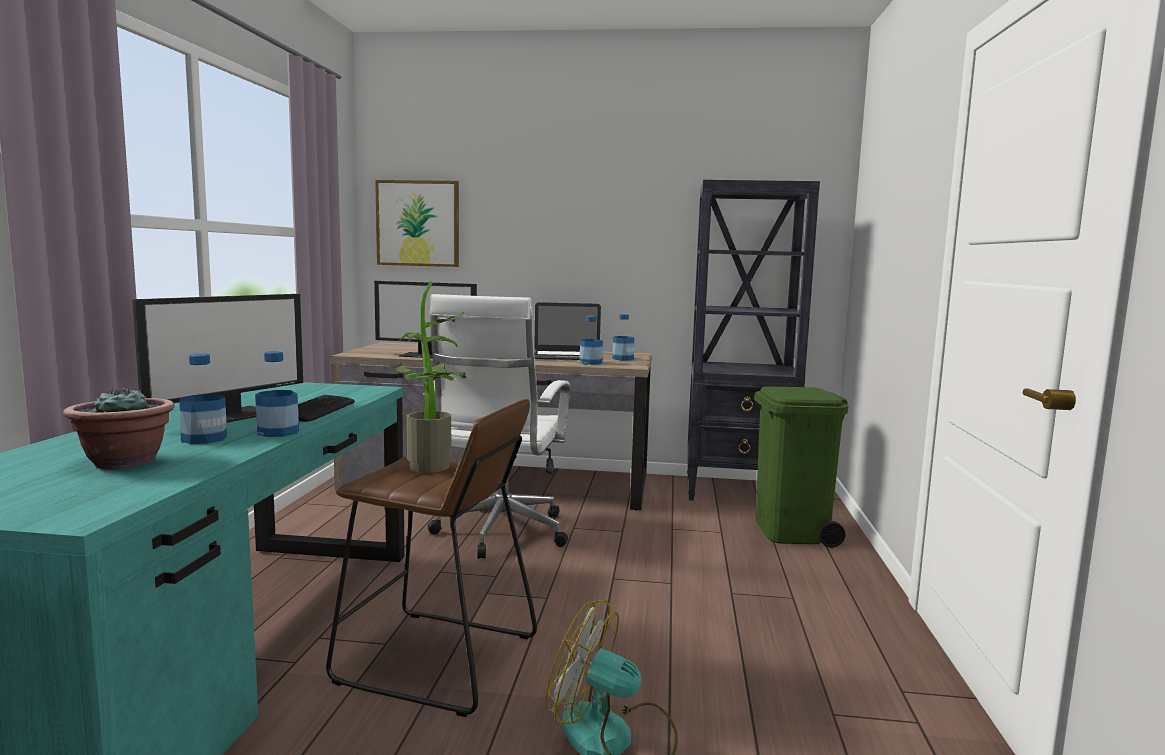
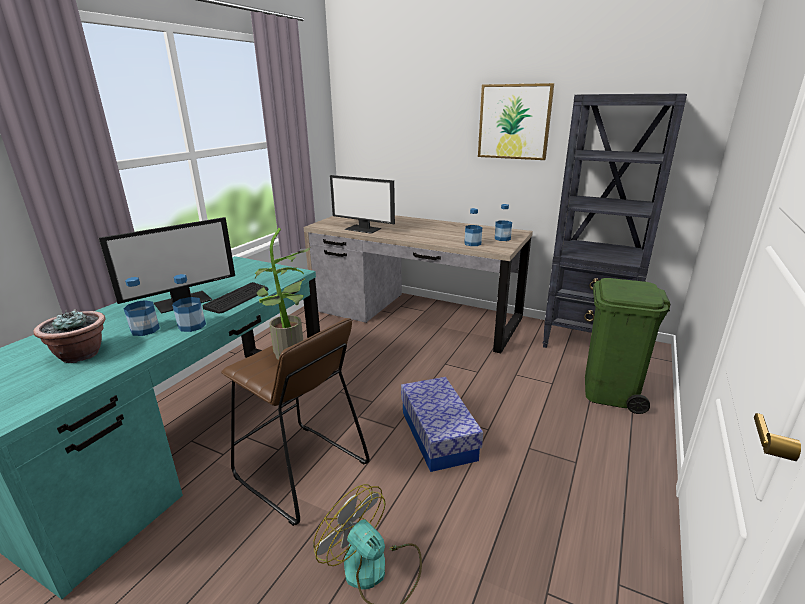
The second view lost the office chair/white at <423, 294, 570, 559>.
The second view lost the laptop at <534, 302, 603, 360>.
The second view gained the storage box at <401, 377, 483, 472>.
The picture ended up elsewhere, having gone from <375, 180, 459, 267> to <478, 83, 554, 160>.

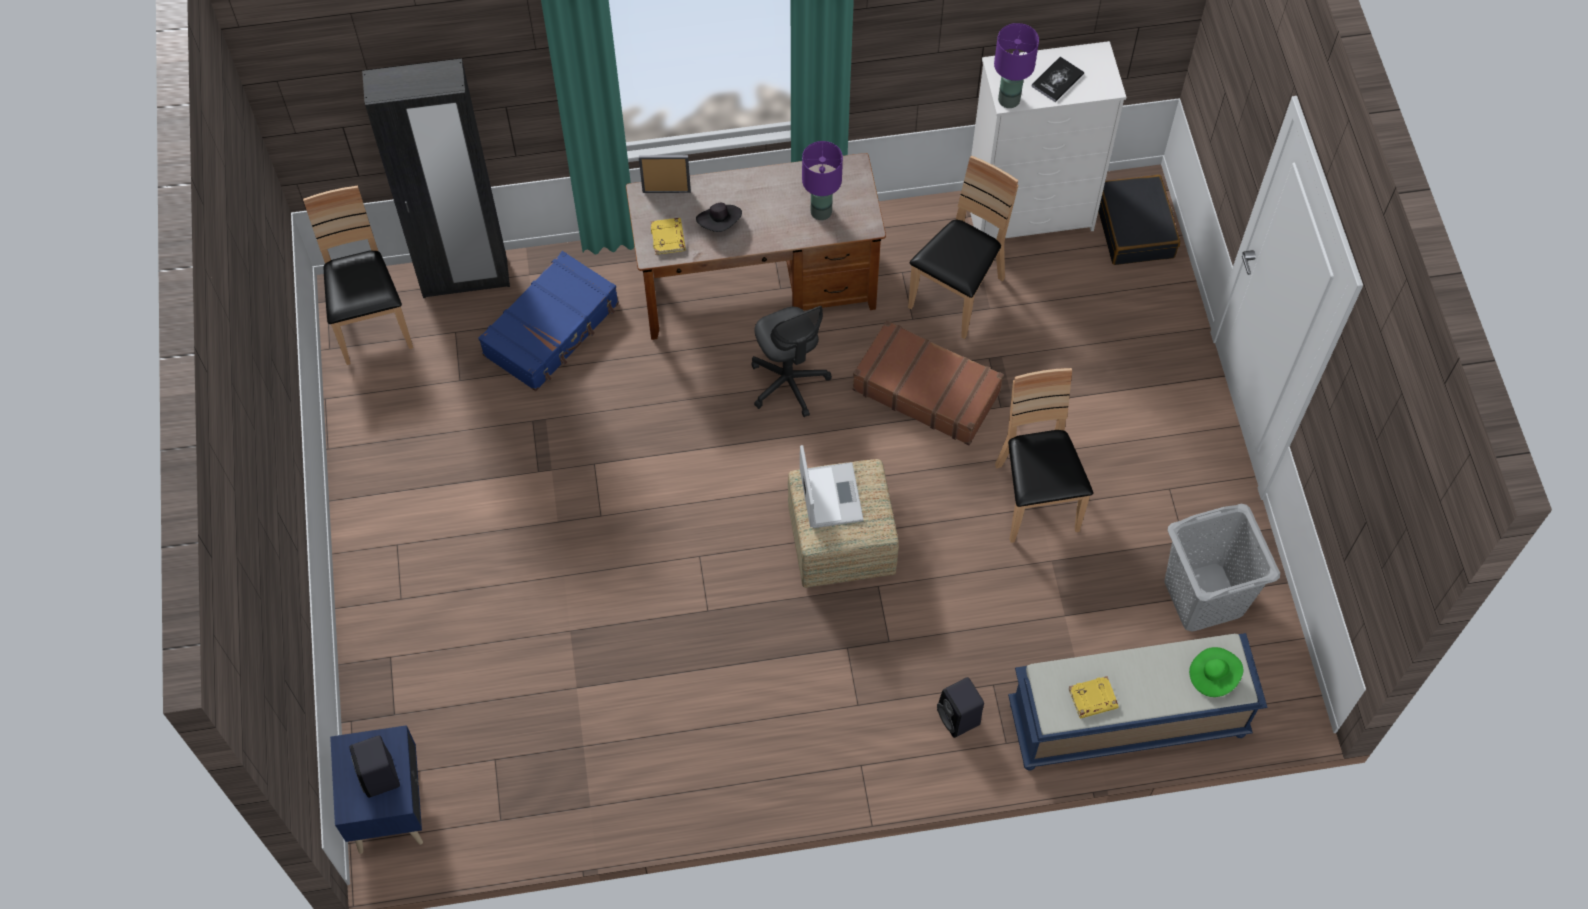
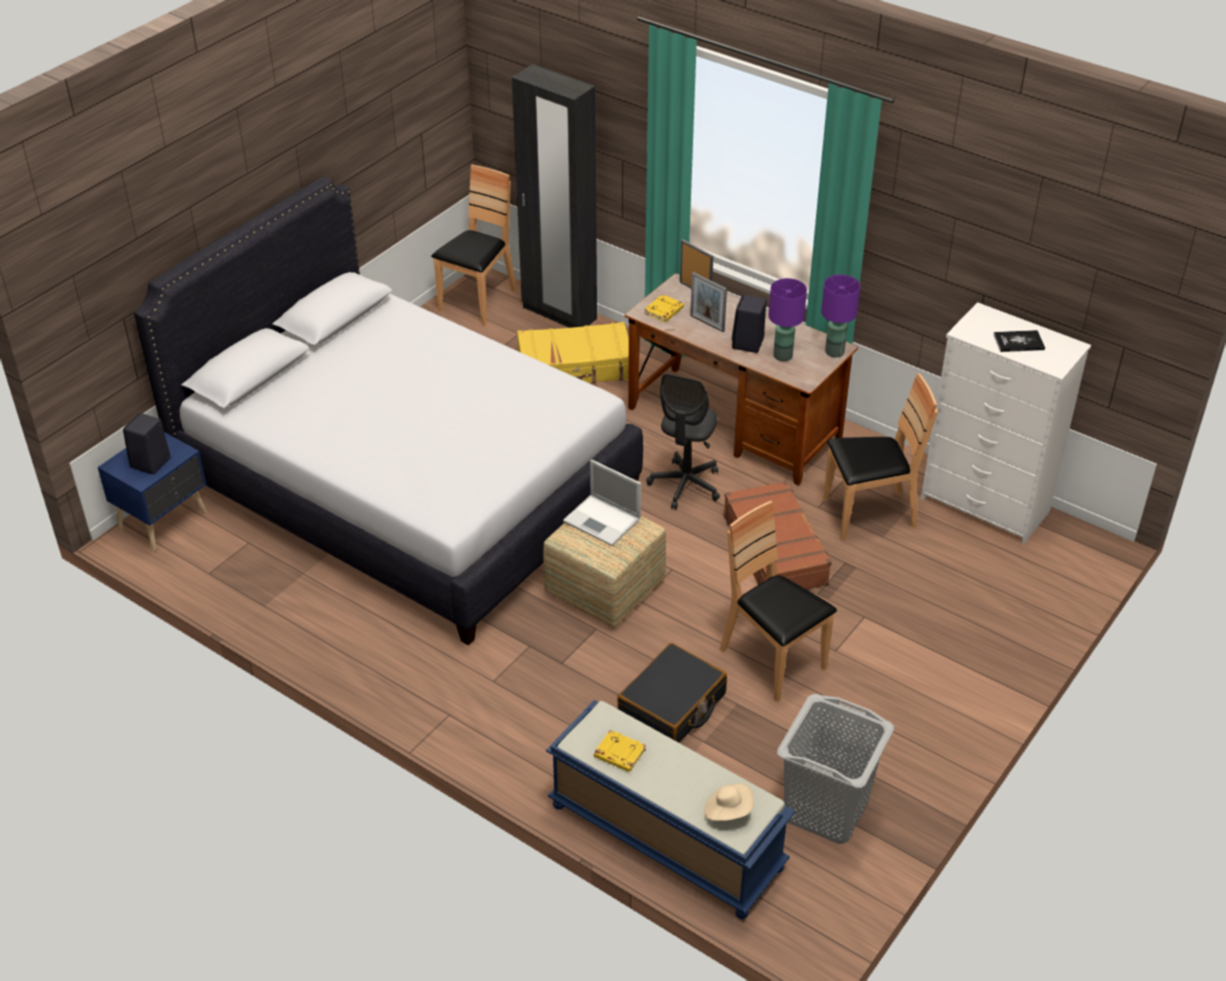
The second view gained the bed/white at <134, 177, 643, 646>.
The speaker/black ended up elsewhere, having gone from <937, 677, 984, 738> to <732, 295, 767, 353>.
The table lamp/purple ended up elsewhere, having gone from <994, 23, 1039, 108> to <821, 275, 860, 357>.
The suitcase/black ended up elsewhere, having gone from <1098, 175, 1180, 265> to <617, 643, 727, 743>.
Where the hat/black stood at <696, 202, 742, 232>, the picture frame came to stand at <690, 272, 727, 332>.
What was the suitcase/blue at <478, 251, 619, 391> turned into the suitcase/yellow at <517, 322, 629, 383>.
What was the hat/green at <1189, 647, 1243, 697> turned into the hat/beige at <704, 783, 754, 821>.
The laptop at <800, 445, 864, 528> ended up facing another way, 90 degrees clockwise from before.
The chair/brown at <995, 368, 1093, 543> ended up facing another way, 75 degrees counterclockwise from before.

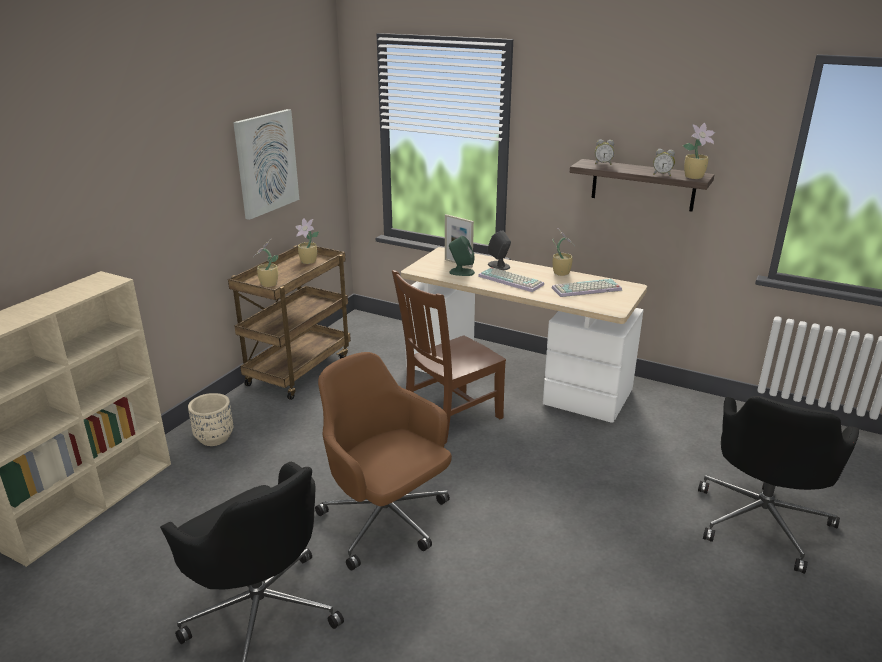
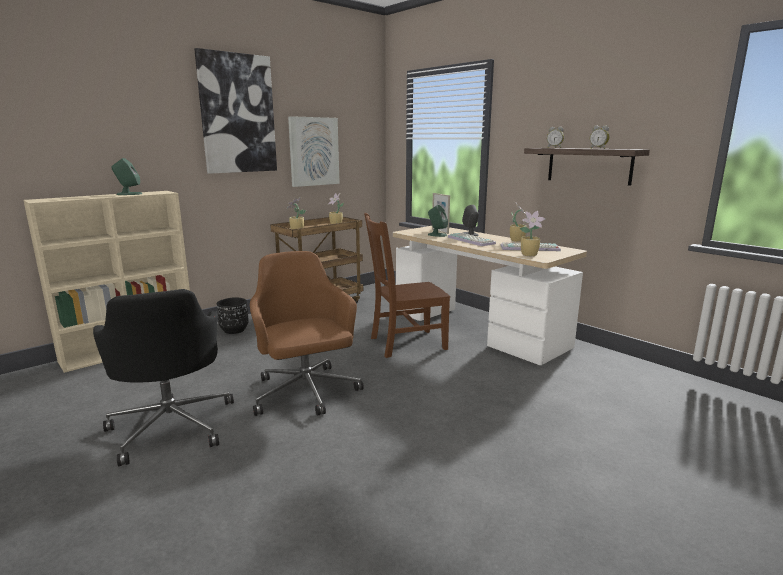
The second view lost the office chair/black at <698, 396, 859, 574>.
The second view gained the speaker/green at <111, 158, 142, 195>.
The second view gained the picture at <194, 48, 277, 174>.
The potted plant ended up elsewhere, having gone from <683, 123, 715, 179> to <519, 211, 545, 256>.
What was the planter/beige at <188, 393, 233, 446> turned into the planter/black at <217, 297, 249, 334>.

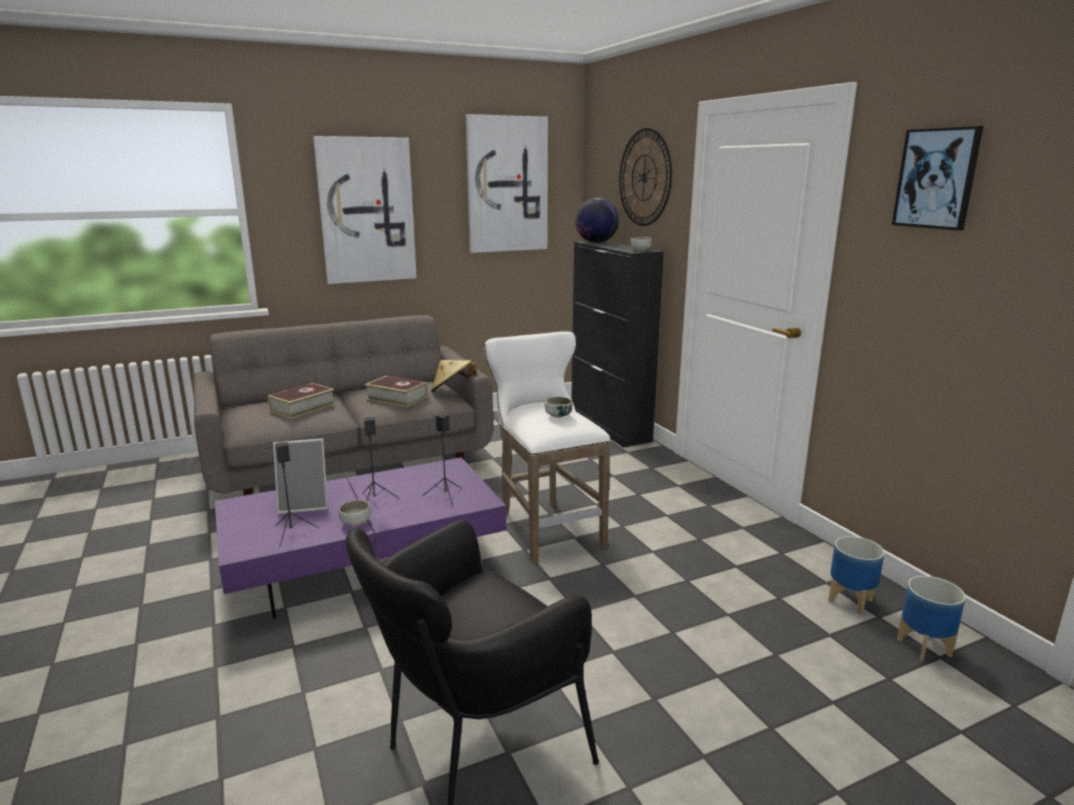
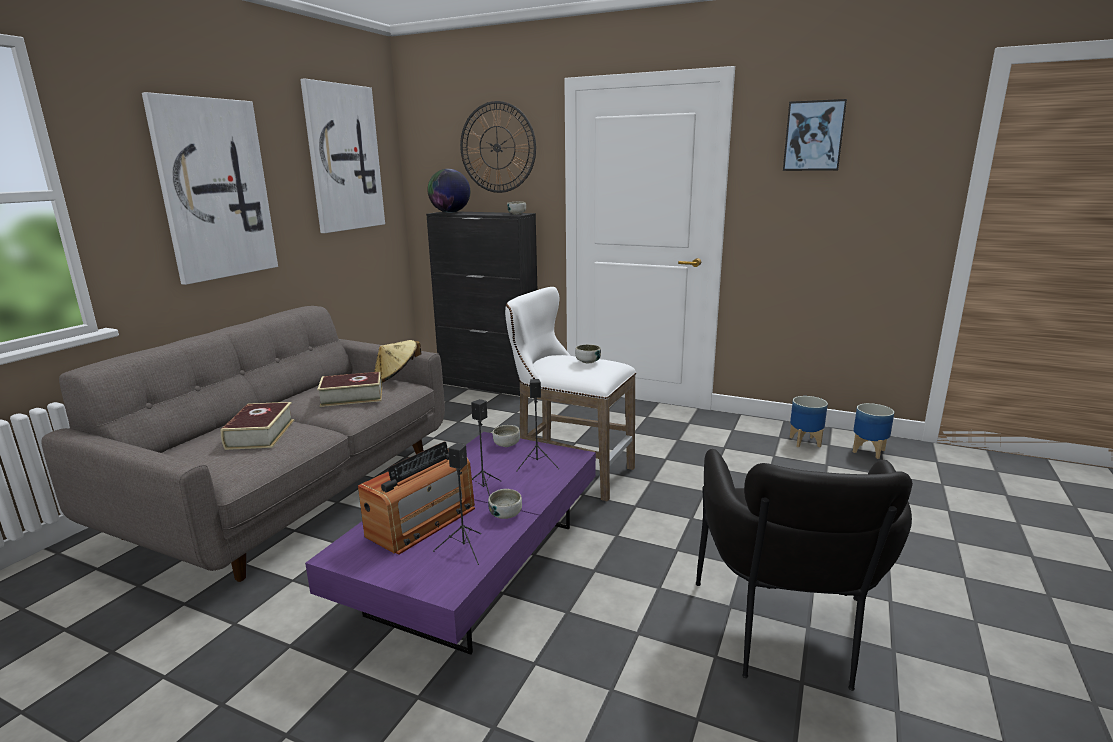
The second view gained the bowl at <492, 425, 520, 447>.
Where the picture frame stood at <273, 439, 328, 514>, the radio came to stand at <358, 442, 475, 555>.

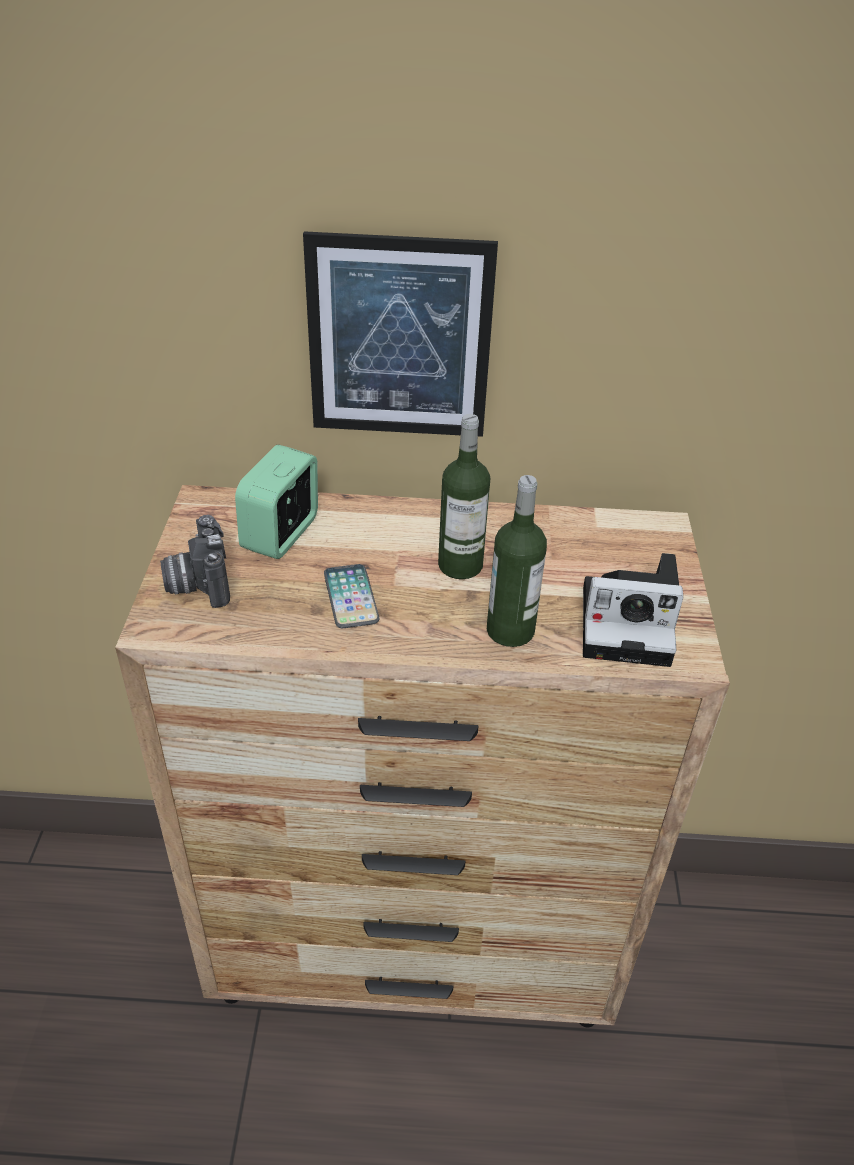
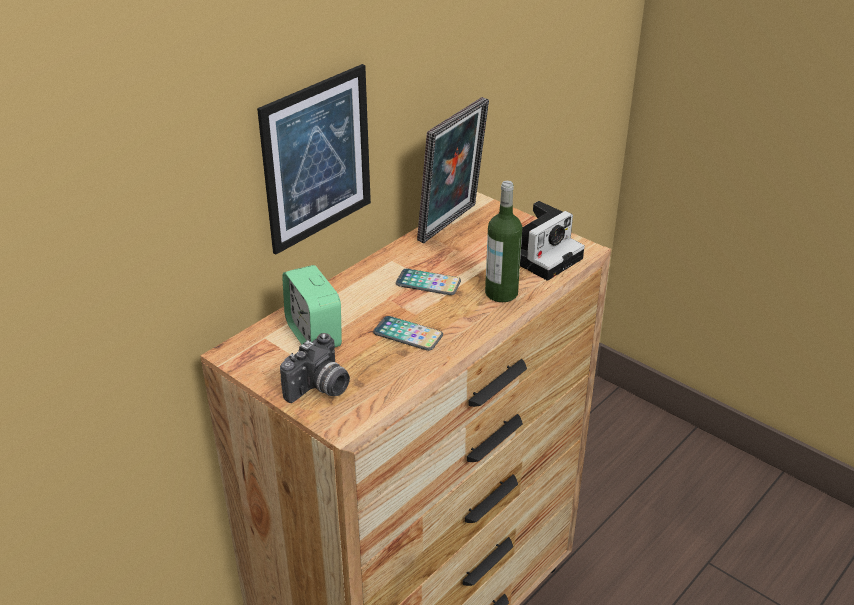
The second view gained the picture frame at <417, 97, 489, 243>.
Where the bottle stood at <438, 414, 490, 579>, the phone came to stand at <396, 269, 461, 295>.
The photo camera at <160, 515, 230, 608> ended up facing another way, 75 degrees counterclockwise from before.

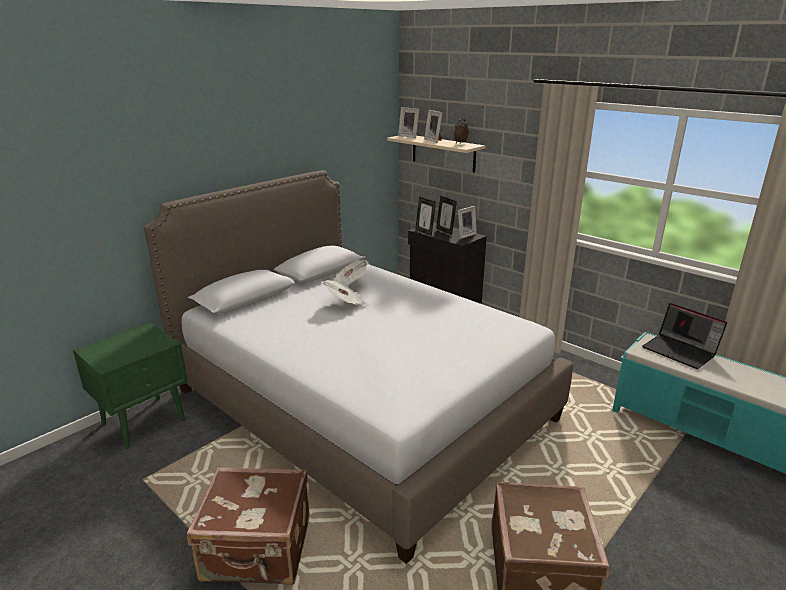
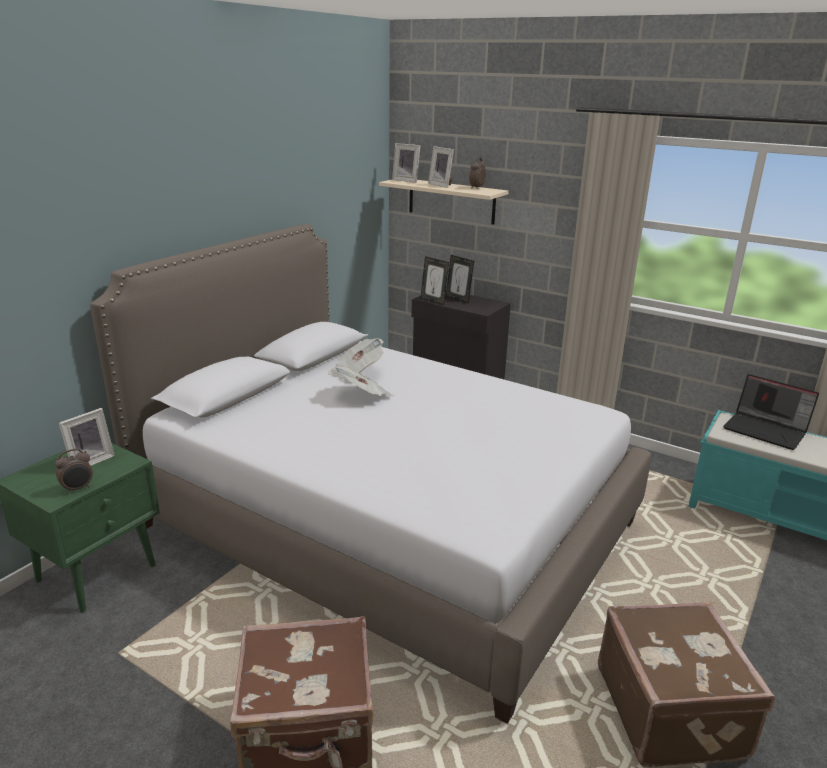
The second view gained the alarm clock at <55, 449, 93, 494>.
The picture frame ended up elsewhere, having gone from <458, 206, 477, 239> to <59, 408, 115, 466>.

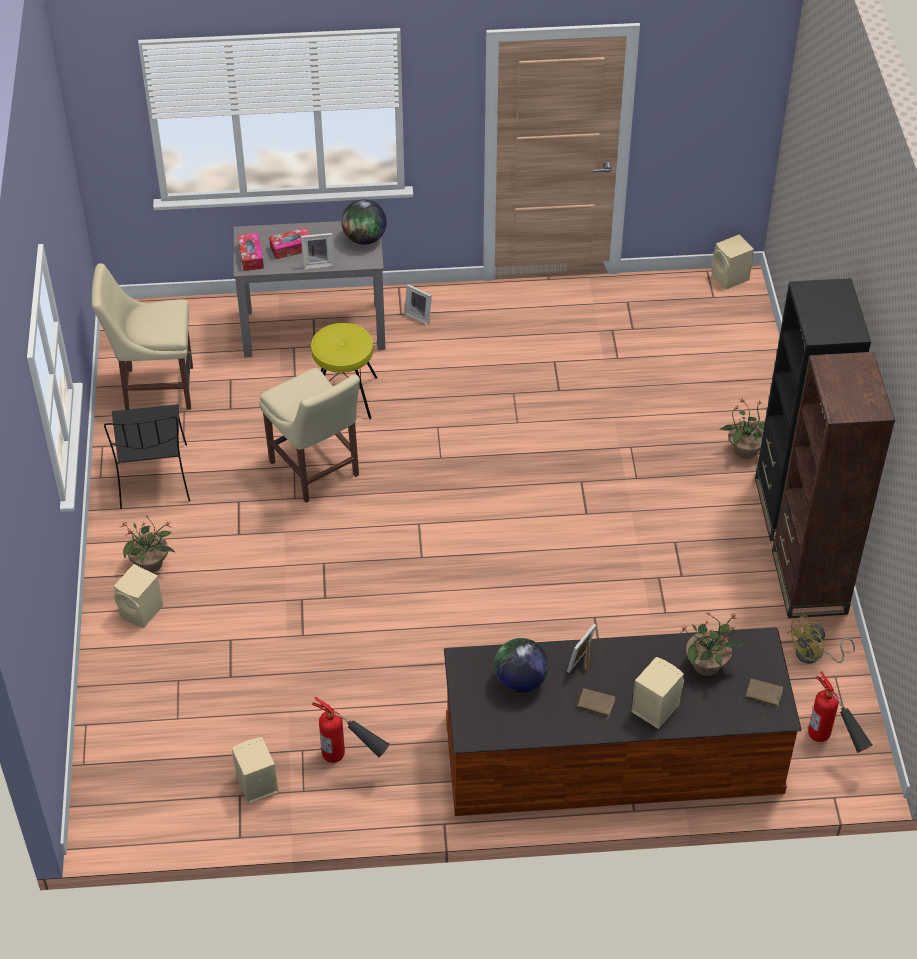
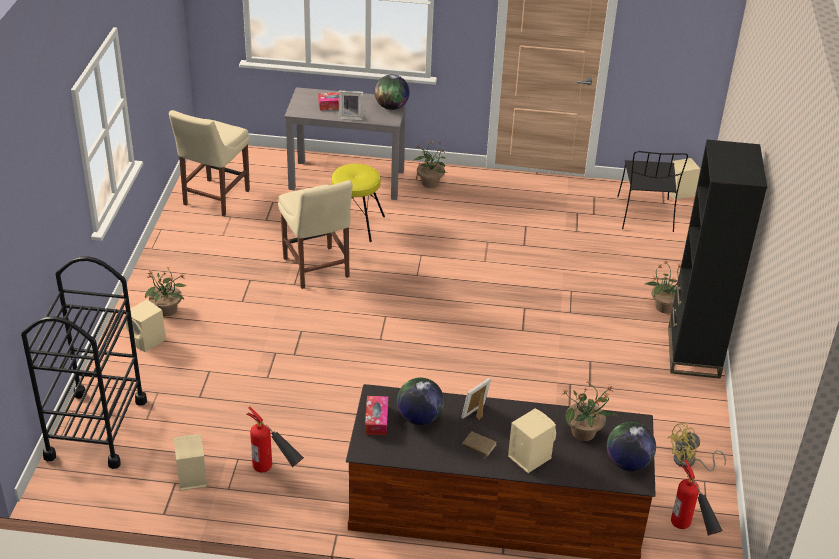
The second view lost the bookcase/brown at <772, 352, 895, 618>.
The second view gained the cart/black at <21, 256, 147, 469>.
The chair/black ended up elsewhere, having gone from <104, 404, 190, 509> to <617, 151, 688, 232>.
The tissue box ended up elsewhere, having gone from <238, 233, 264, 271> to <365, 396, 388, 435>.
Where the picture frame stood at <404, 284, 432, 325>, the potted plant came to stand at <413, 139, 447, 188>.
Where the book/brown stood at <746, 679, 783, 710>, the globe came to stand at <607, 422, 656, 471>.
The chair/beige at <92, 263, 193, 410> ended up facing another way, 75 degrees counterclockwise from before.

